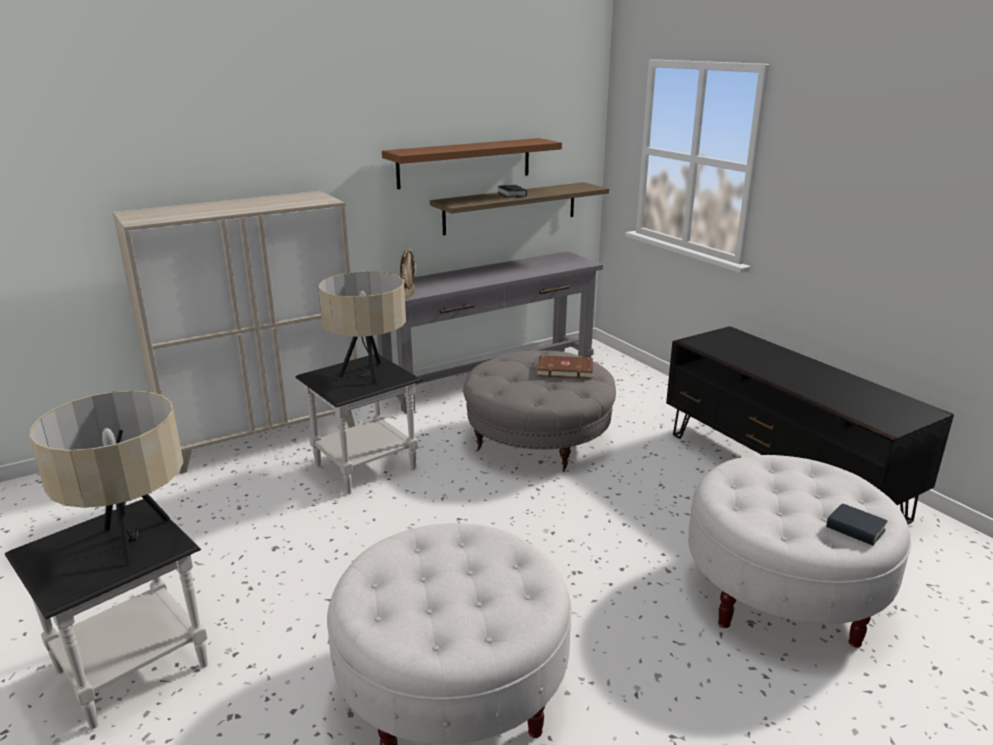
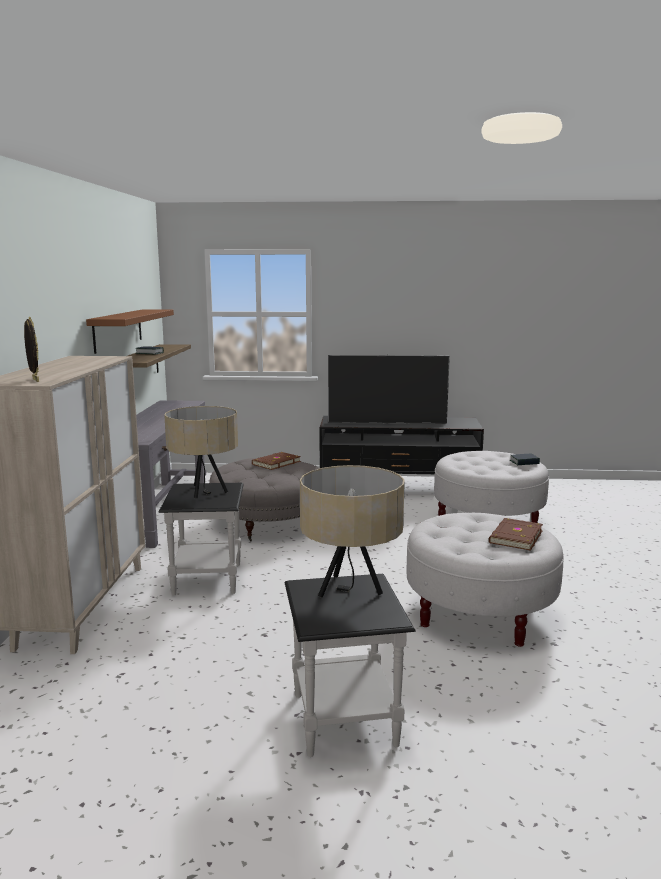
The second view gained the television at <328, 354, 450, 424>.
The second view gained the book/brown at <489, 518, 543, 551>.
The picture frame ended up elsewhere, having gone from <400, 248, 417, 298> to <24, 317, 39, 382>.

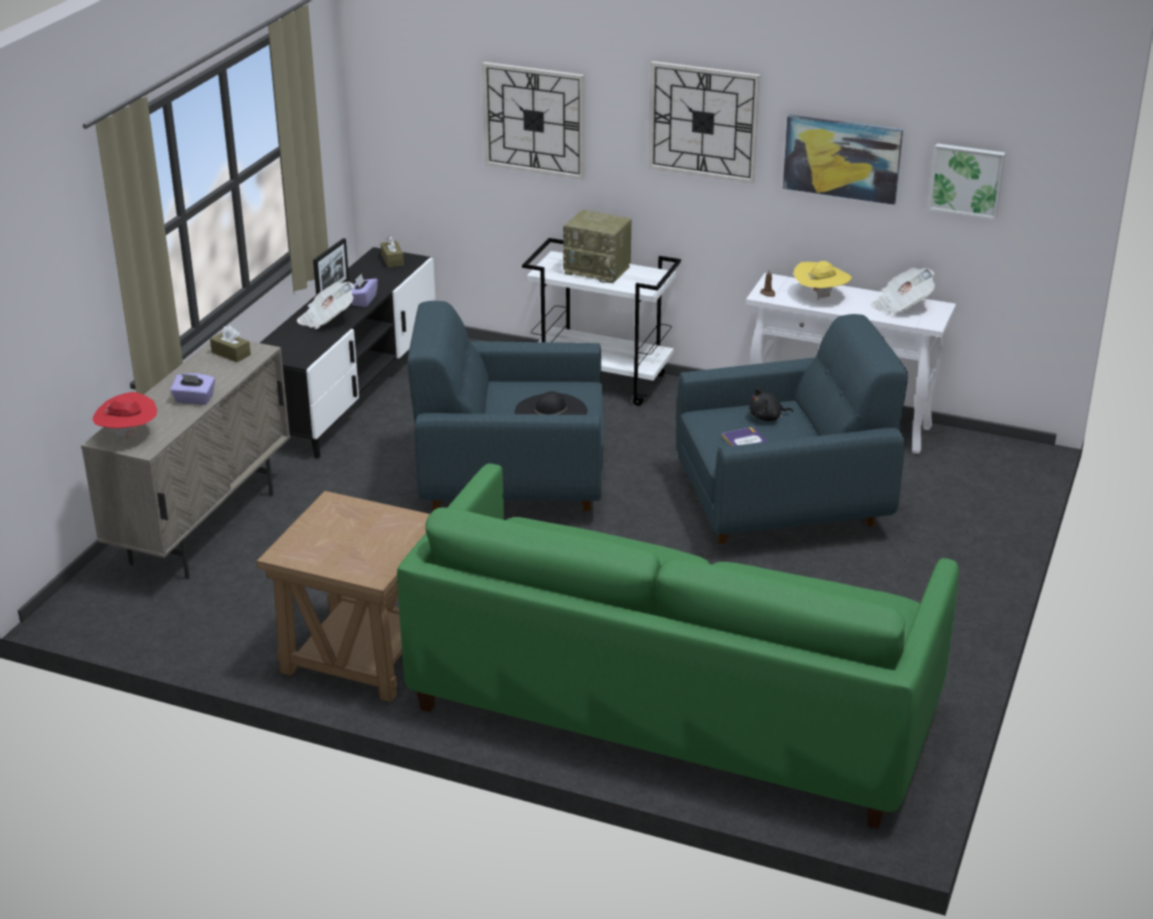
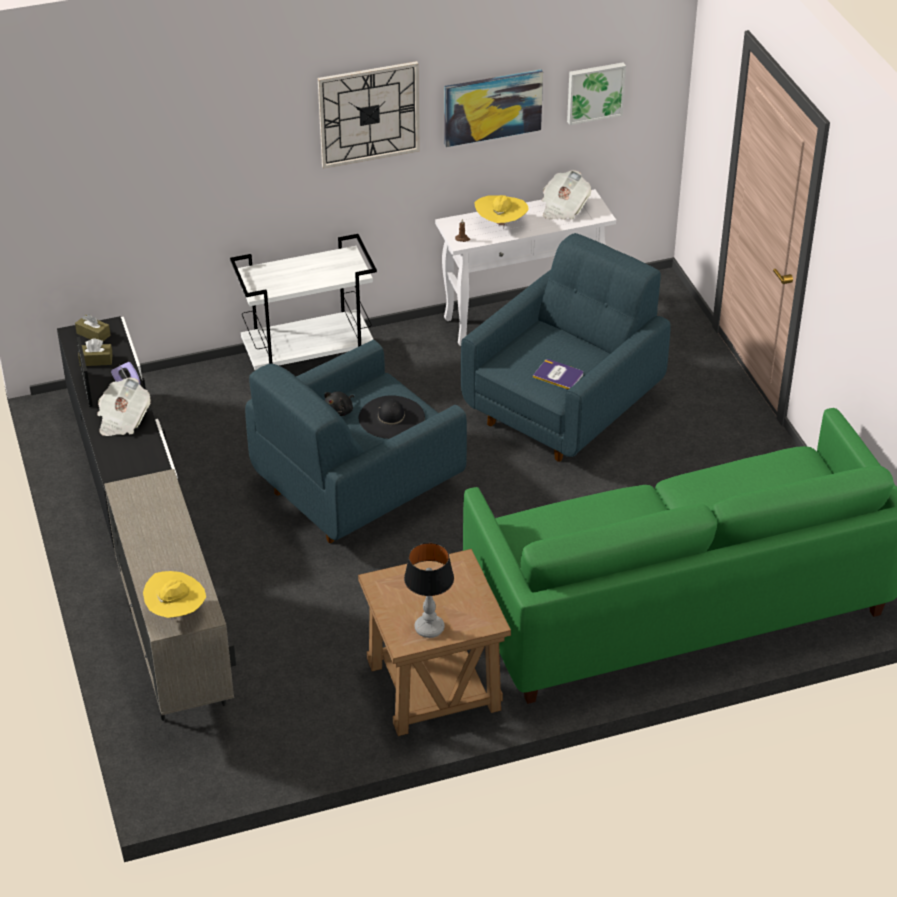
The second view lost the tissue box/purple at <170, 373, 215, 405>.
The second view lost the wall clock at <482, 62, 584, 180>.
The second view lost the radio at <563, 210, 632, 283>.
The second view gained the table lamp at <404, 543, 454, 638>.
The tissue box/brown ended up elsewhere, having gone from <210, 326, 251, 362> to <78, 338, 113, 366>.
The plush toy/black ended up elsewhere, having gone from <750, 388, 793, 421> to <324, 391, 354, 416>.
What was the hat/red at <93, 392, 157, 439> turned into the hat/yellow at <143, 571, 206, 620>.

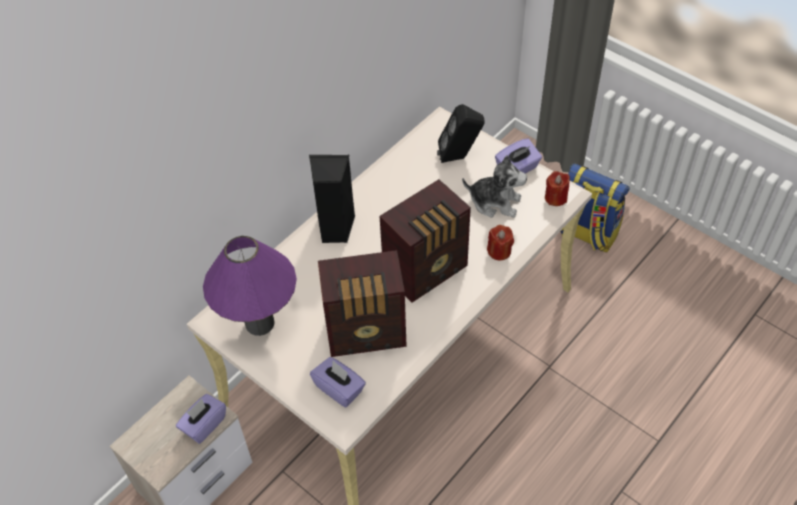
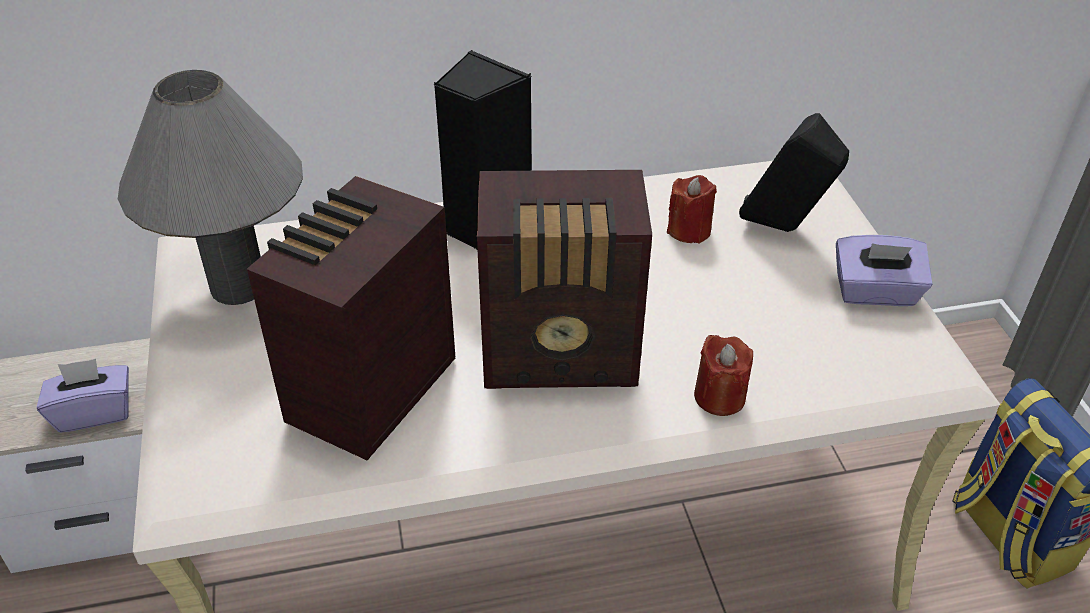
The second view lost the tissue box/purple at <310, 357, 366, 408>.
The second view lost the plush toy at <462, 155, 527, 218>.
The candle/red ended up elsewhere, having gone from <545, 171, 570, 206> to <667, 175, 717, 243>.
What was the table lamp/purple at <203, 236, 297, 336> turned into the table lamp/grey at <118, 70, 303, 305>.
The radio at <318, 250, 407, 357> ended up facing another way, 90 degrees clockwise from before.

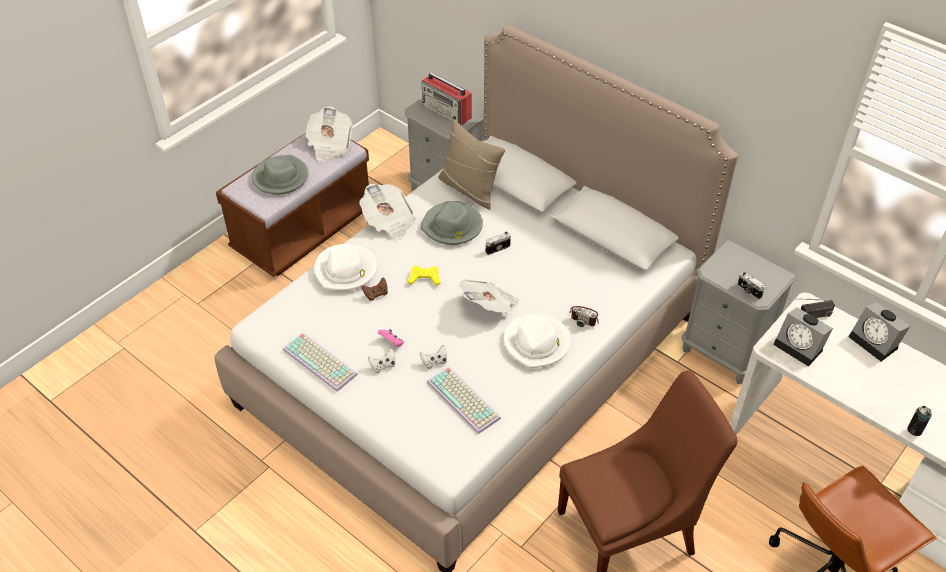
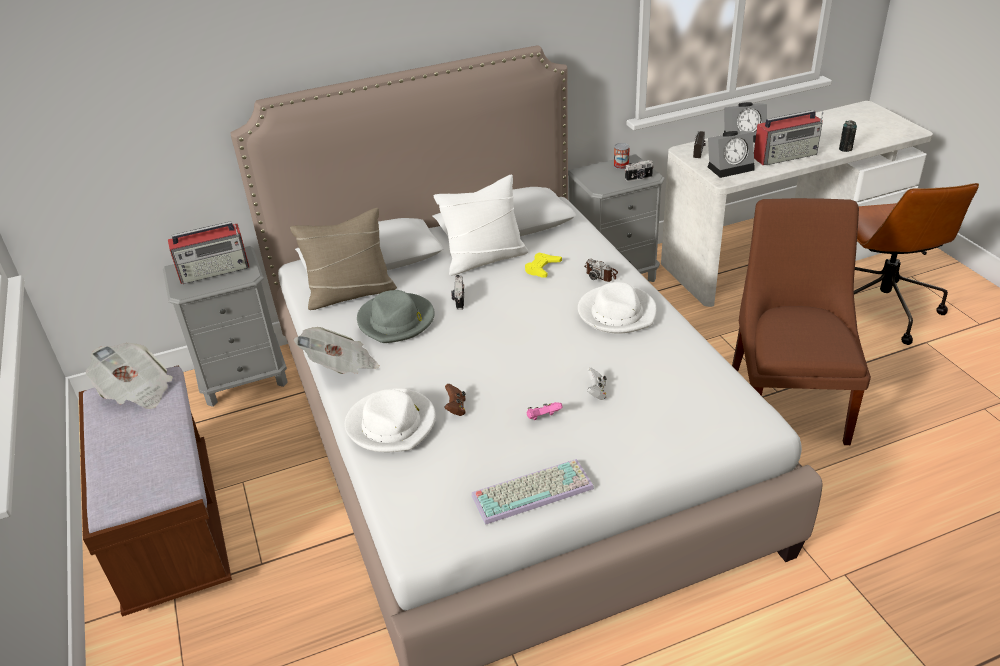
The second view lost the hat/grey at <252, 155, 308, 195>.
The second view lost the game controller/white at <368, 348, 395, 373>.
The second view lost the keyboard at <427, 367, 501, 434>.
The second view lost the newspaper at <459, 279, 519, 314>.
The second view gained the pillow/white at <434, 175, 529, 276>.
The second view gained the can at <614, 143, 630, 169>.
The second view gained the radio at <754, 110, 823, 165>.
The game controller/yellow ended up elsewhere, having gone from <408, 266, 440, 286> to <525, 252, 562, 278>.
The photo camera at <569, 306, 599, 327> ended up facing another way, 75 degrees clockwise from before.

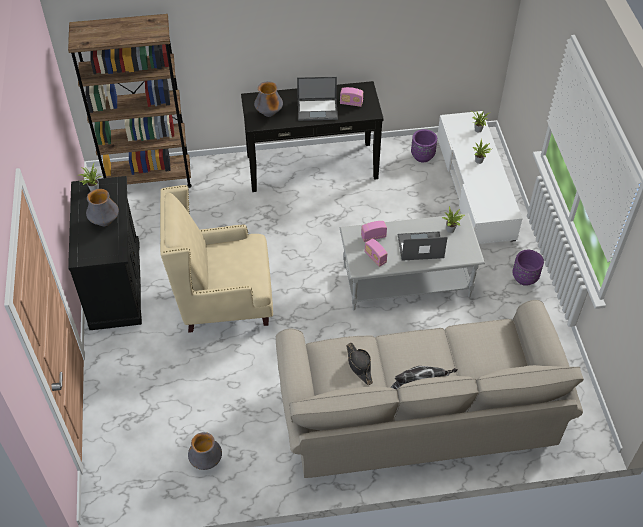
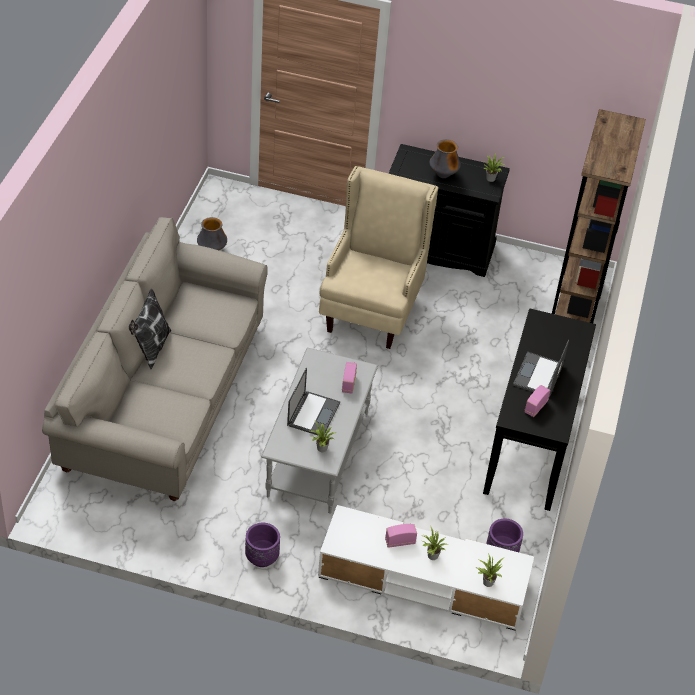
The second view lost the vase at <254, 81, 283, 117>.
The second view lost the hat/black at <346, 343, 373, 385>.
The radio ended up elsewhere, having gone from <365, 238, 387, 267> to <385, 524, 417, 548>.

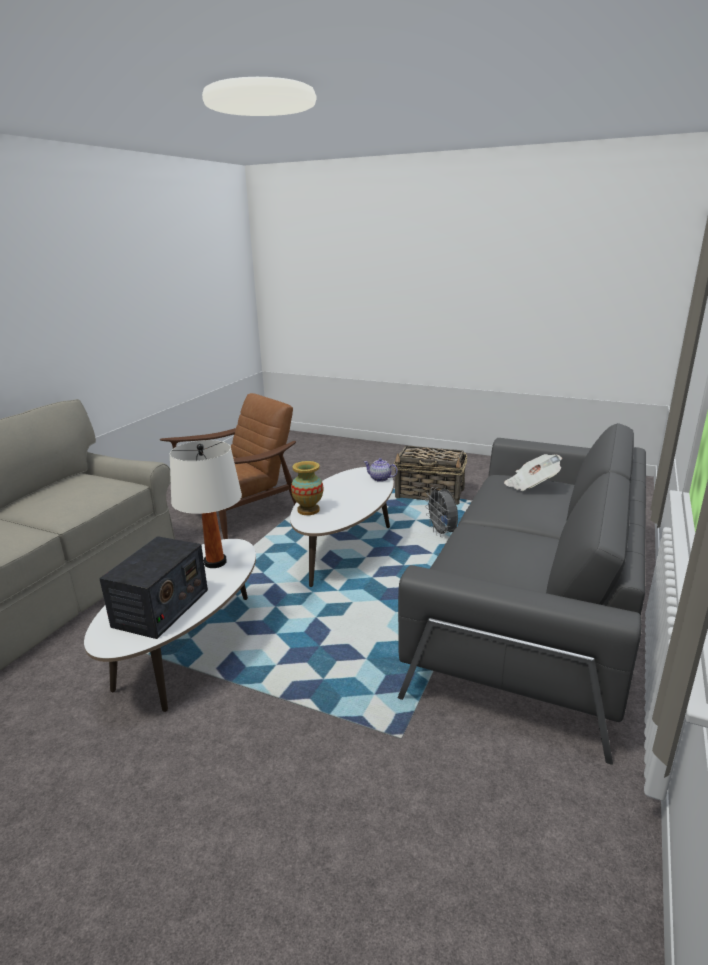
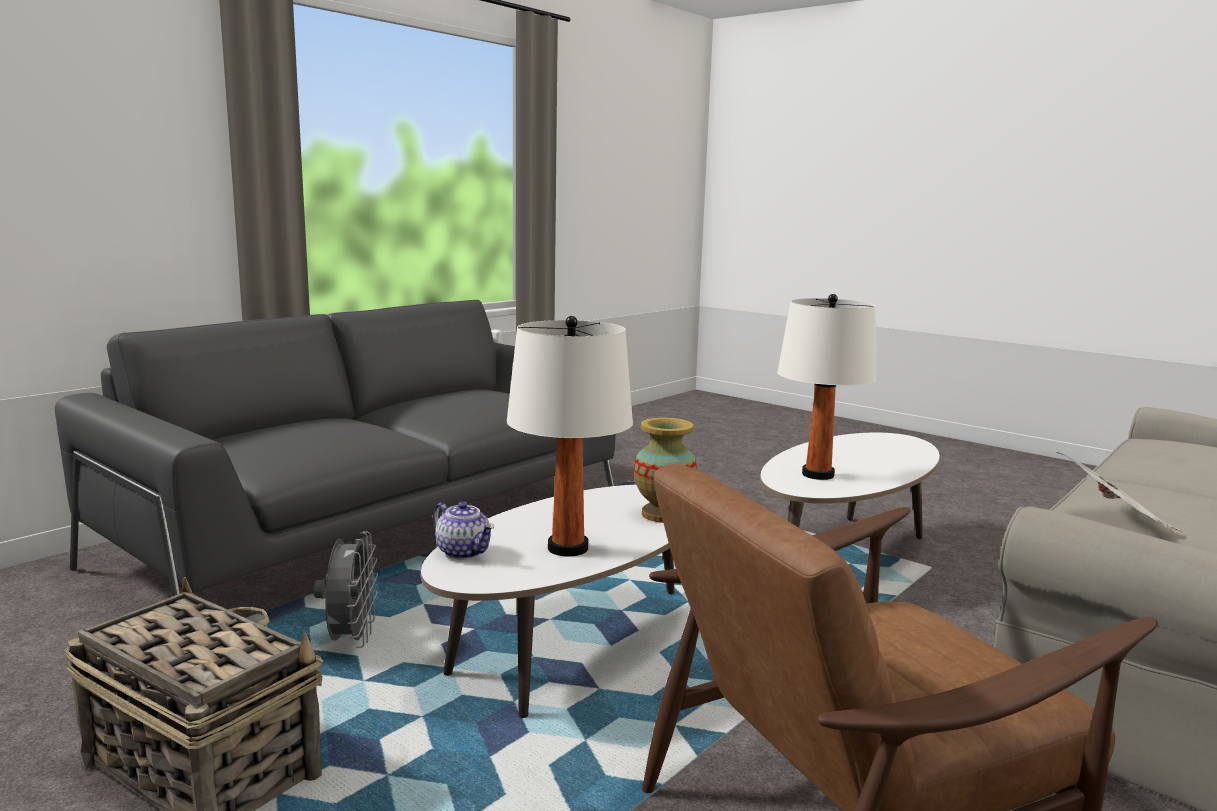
The second view lost the radio at <99, 536, 208, 639>.
The second view gained the table lamp/white at <507, 316, 633, 556>.
The newspaper ended up elsewhere, having gone from <504, 454, 562, 491> to <1054, 450, 1184, 532>.

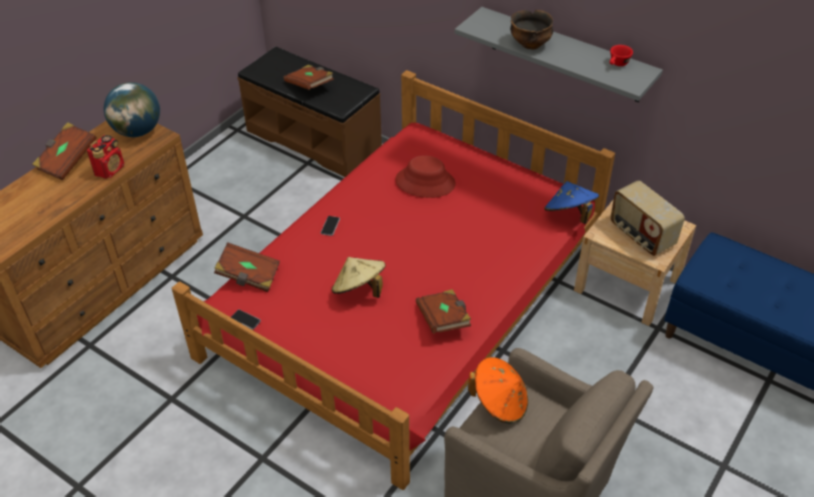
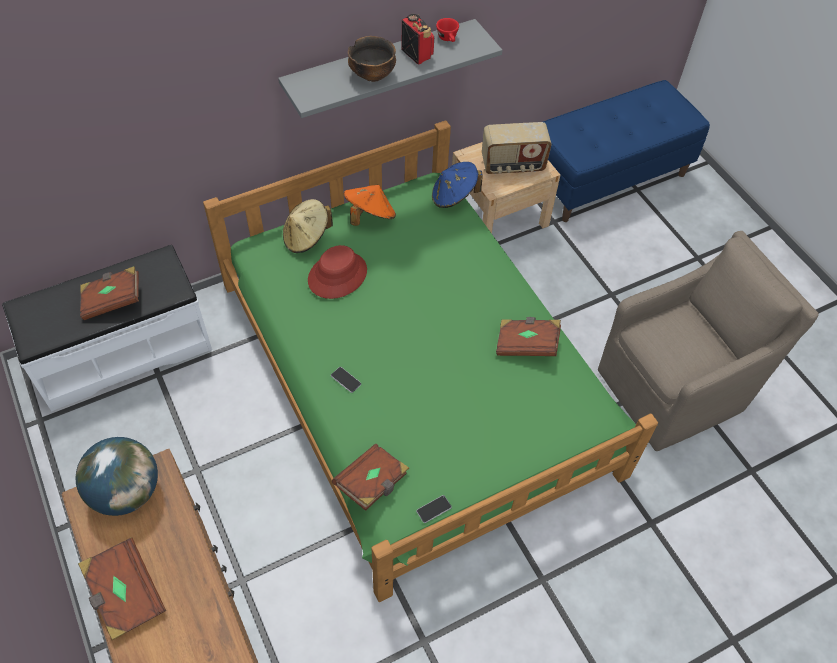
The radio ended up elsewhere, having gone from <87, 135, 124, 179> to <401, 14, 434, 65>.
The hat/beige ended up elsewhere, having gone from <332, 257, 386, 298> to <283, 199, 333, 253>.
The hat/orange ended up elsewhere, having gone from <468, 357, 528, 424> to <344, 185, 396, 226>.
What was the bed/red at <172, 70, 615, 490> turned into the bed/green at <203, 120, 658, 602>.
What was the bench/brown at <238, 47, 382, 177> turned into the bench/white at <2, 245, 212, 411>.

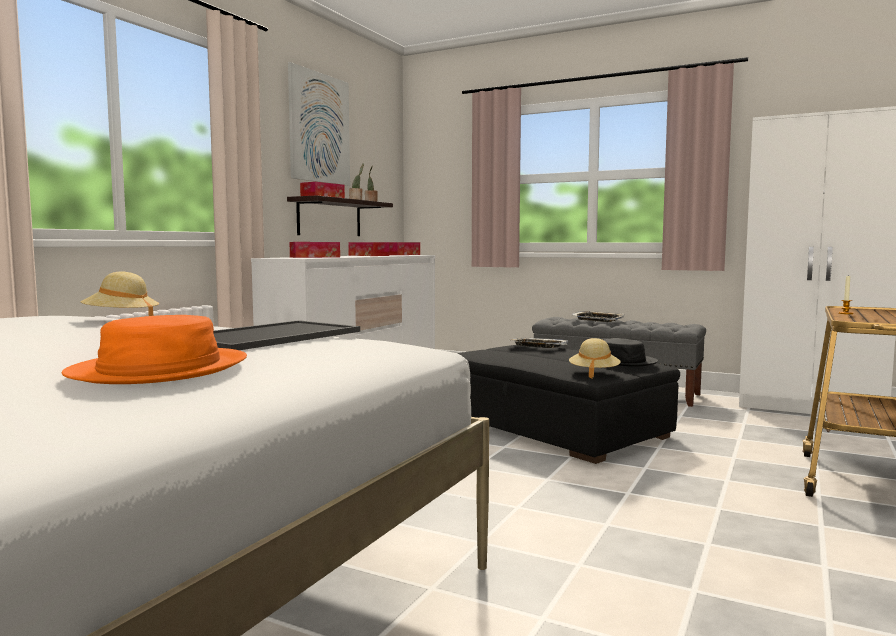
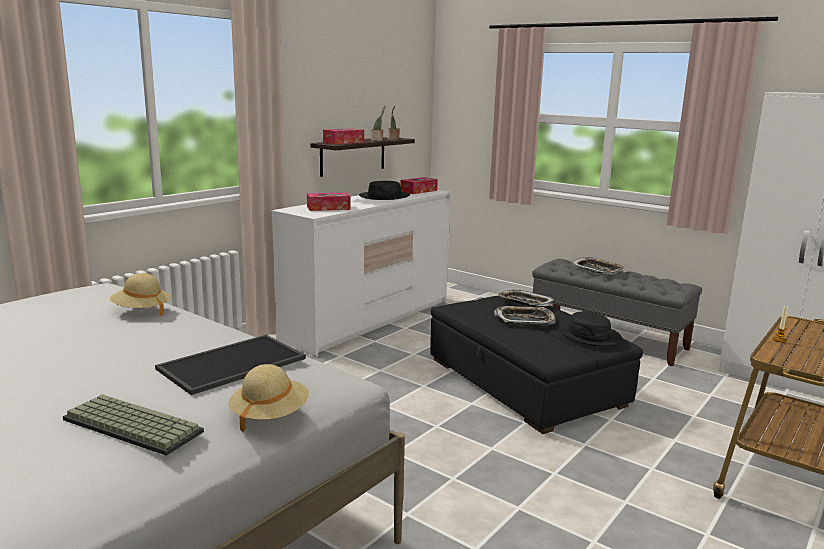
The second view lost the picture at <288, 62, 350, 186>.
The second view gained the tray at <494, 306, 556, 325>.
The hat/beige ended up elsewhere, having gone from <569, 338, 621, 379> to <229, 364, 309, 433>.
Where the hat/orange stood at <62, 315, 247, 384>, the keyboard came to stand at <63, 394, 204, 456>.
Where the tissue box stood at <348, 242, 390, 256>, the hat/black came to stand at <359, 181, 410, 200>.

